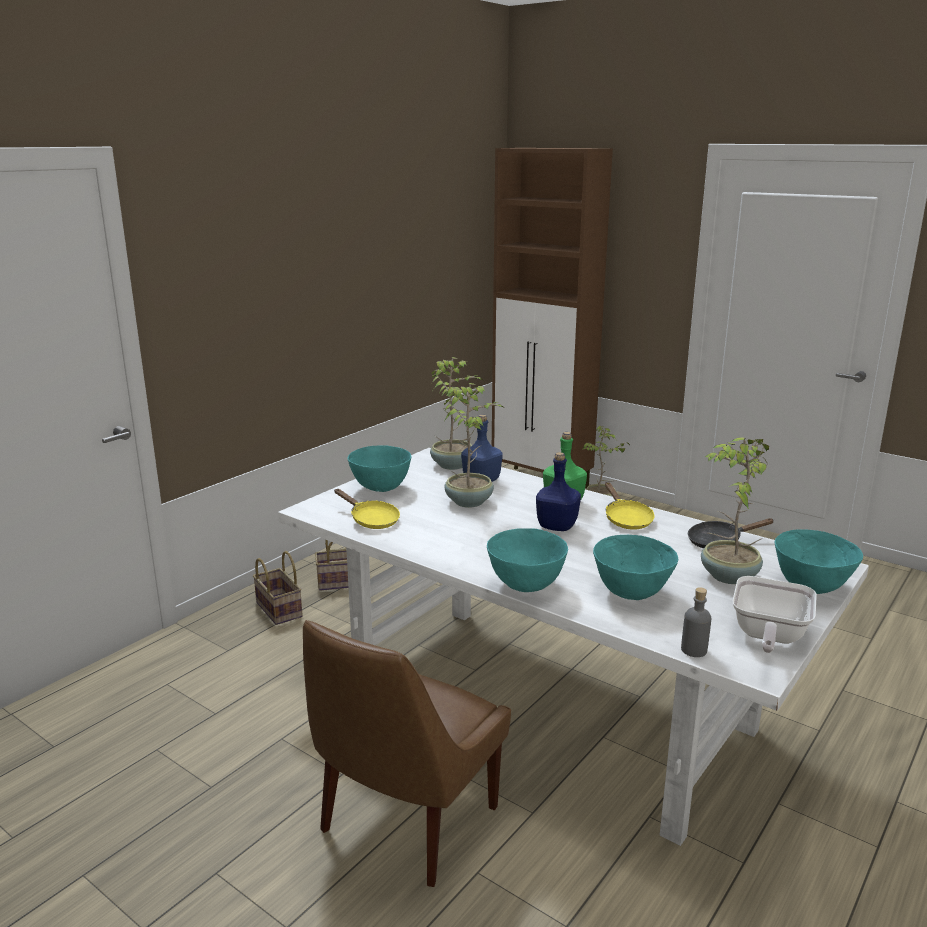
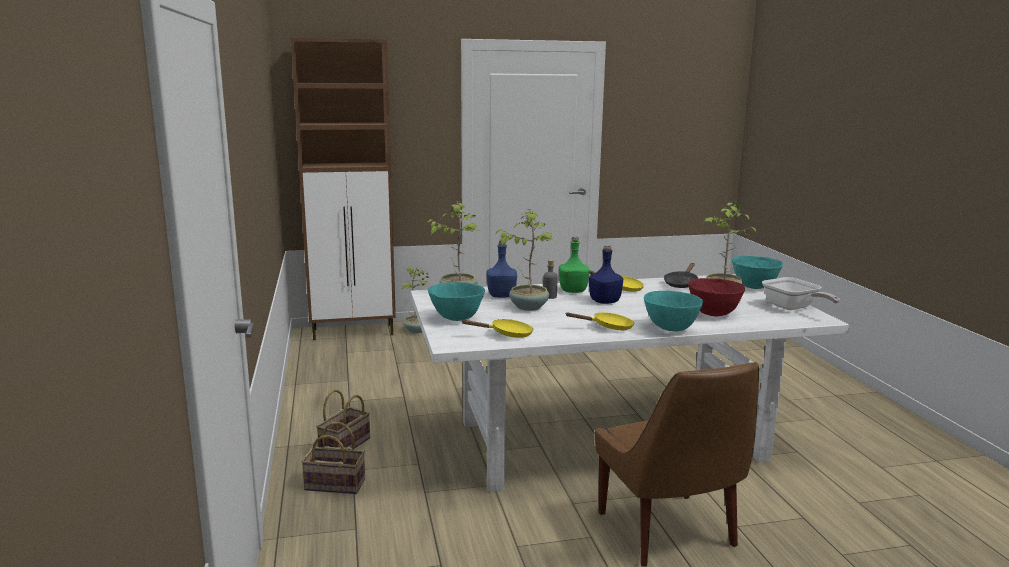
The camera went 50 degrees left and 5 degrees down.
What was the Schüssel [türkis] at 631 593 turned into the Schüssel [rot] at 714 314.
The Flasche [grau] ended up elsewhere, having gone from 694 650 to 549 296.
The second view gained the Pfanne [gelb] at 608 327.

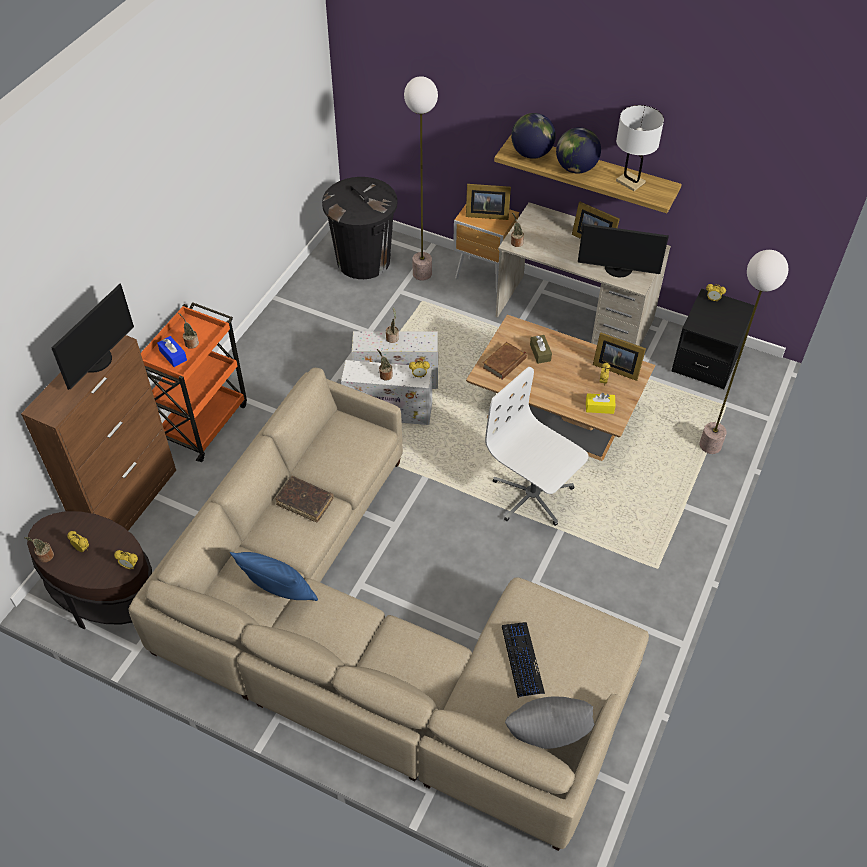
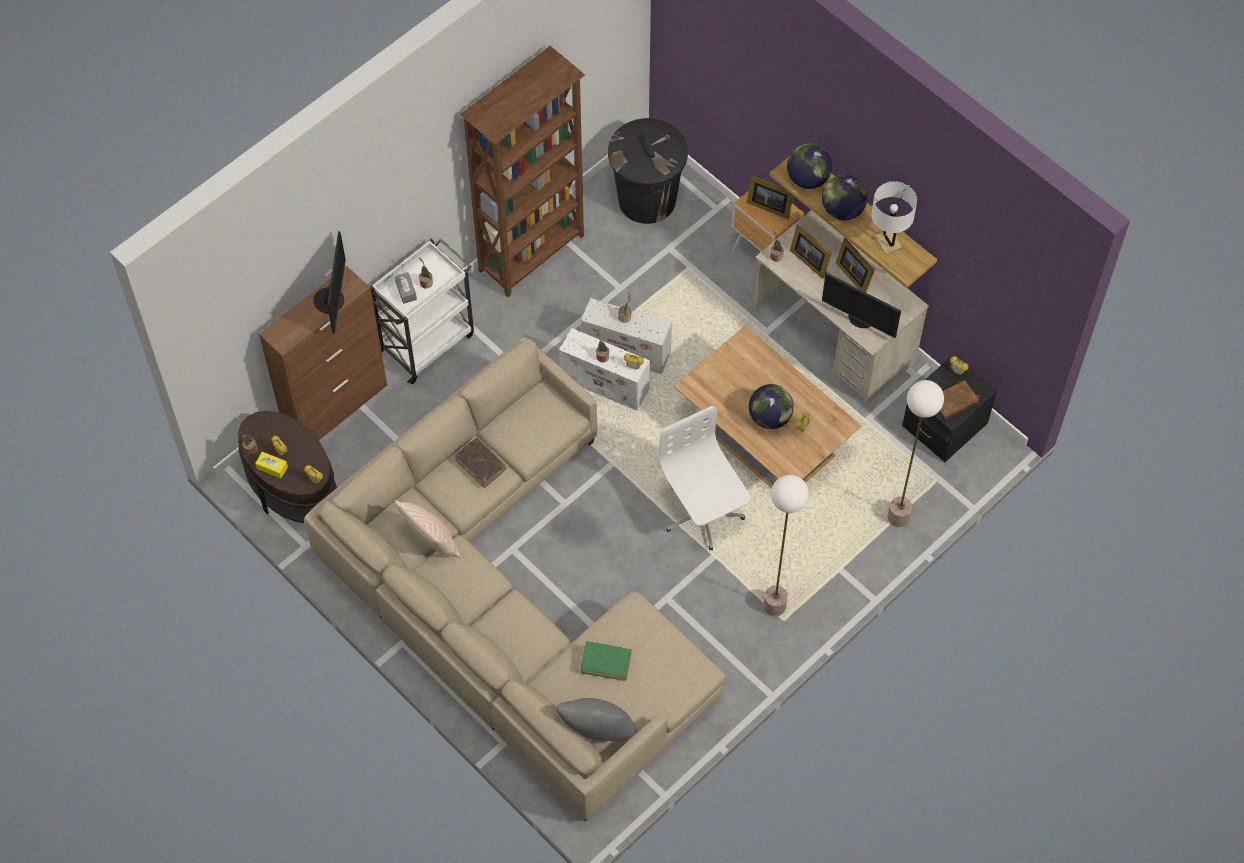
The camera went 20 degrees right and 10 degrees up.
The Monitor at 98 361 ended up facing another way, 45 degrees counterclockwise from before.
What was the Rollwagen [orange] at 204 422 turned into the Rollwagen [weiß] at 427 342.
What was the Taschentuchbox [blau] at 173 355 turned into the Taschentuchbox [grau] at 406 291.
What was the Kissen [blau] at 280 593 turned into the Kissen [beige] at 431 541.
The Stehlampe ended up elsewhere, having gone from 421 274 to 774 606.
The Buch [braun] ended up elsewhere, having gone from 504 363 to 955 401.
Where the Tastatur stood at 522 659, the Buch [grün] came to stand at 606 663.
The second view lost the Taschentuchbox [braun] at 540 353.
The Taschentuchbox [gelb] ended up elsewhere, having gone from 599 407 to 272 467.
The Bilderrahmen ended up elsewhere, having gone from 615 367 to 809 259.
The second view gained the Bücherregal [braun] at 533 253.
The second view gained the Globus at 770 417.

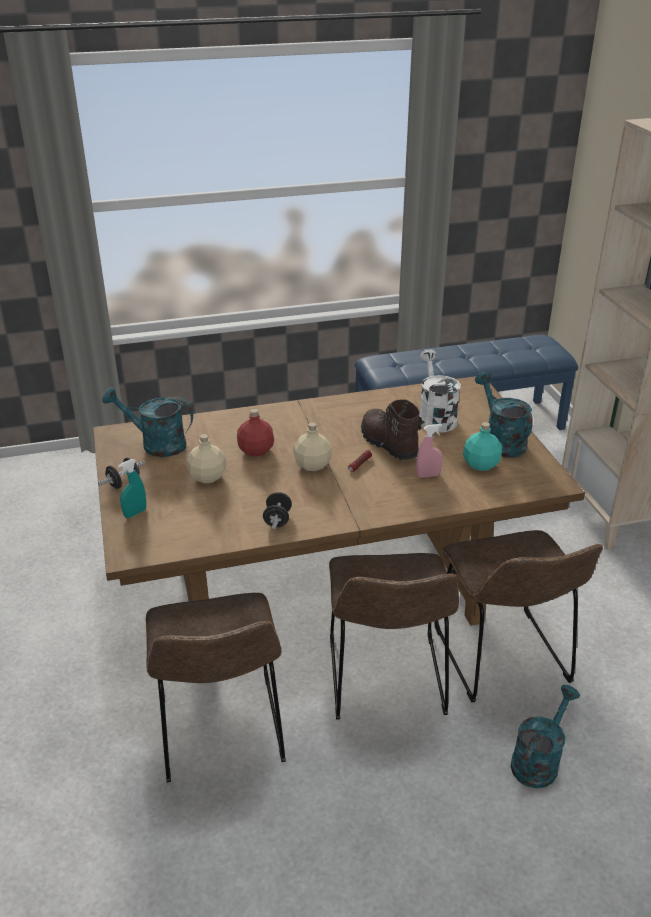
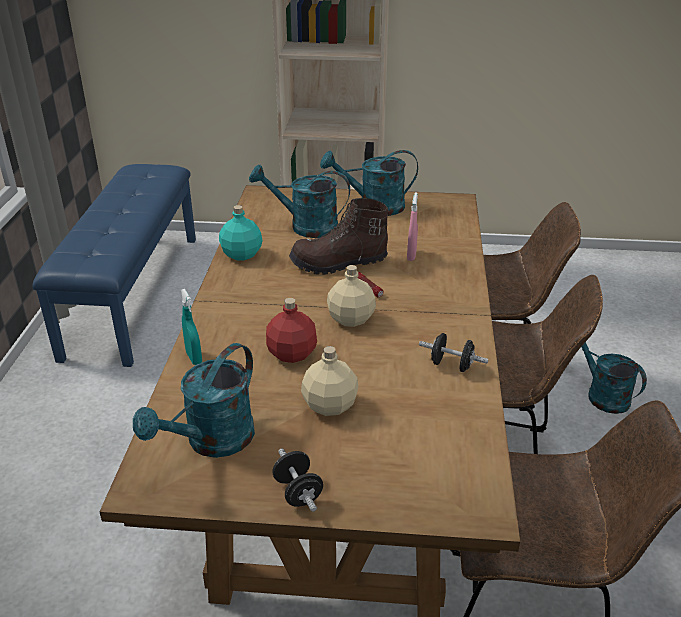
The camera went 70 degrees left and 0 degrees up.
The Sprühflasche [türkis] ended up elsewhere, having gone from 135 513 to 194 358.
What was the Gießkanne [weiß] at 435 417 turned into the Gießkanne [türkis] at 305 226.
The Flasche [türkis] ended up elsewhere, having gone from 480 464 to 241 254.

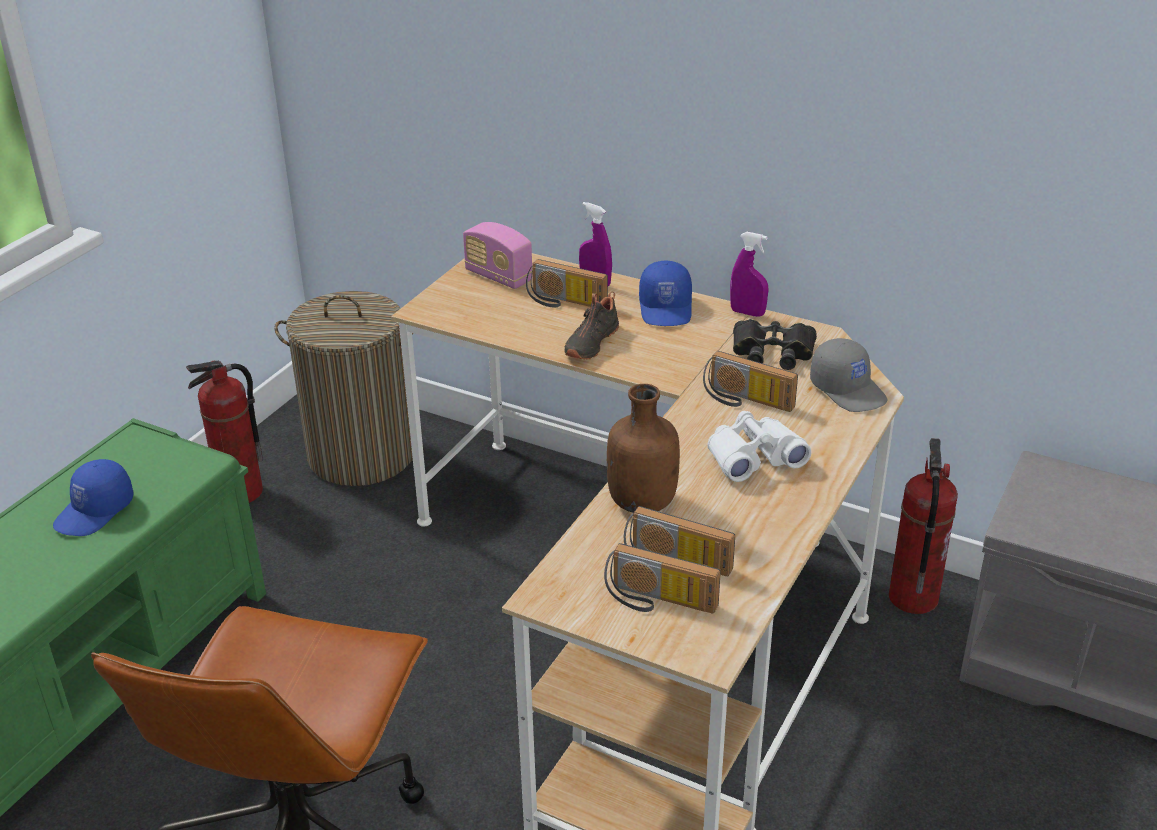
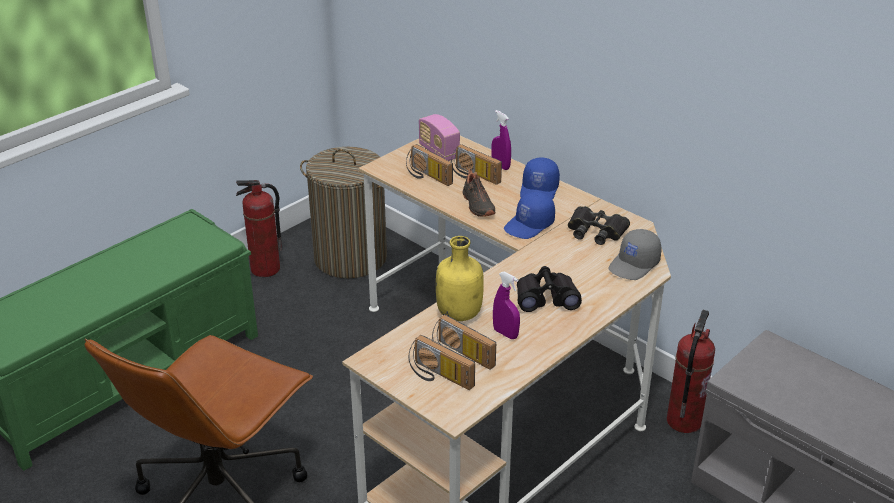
The camera went 15 degrees right and 0 degrees up.
The Kappe [blau] ended up elsewhere, having gone from 95 512 to 529 225.
The Schuh [schwarz] at 590 342 ended up facing another way, 60 degrees counterclockwise from before.
What was the Flasche [braun] at 643 502 turned into the Flasche [gelb] at 460 313.
The Radio ended up elsewhere, having gone from 745 401 to 426 176.
What was the Fernglas [weiß] at 753 457 turned into the Fernglas [schwarz] at 546 298.
The Sprühflasche [lila] ended up elsewhere, having gone from 747 313 to 505 333.
The Kappe [grau] at 848 390 ended up facing another way, 60 degrees clockwise from before.

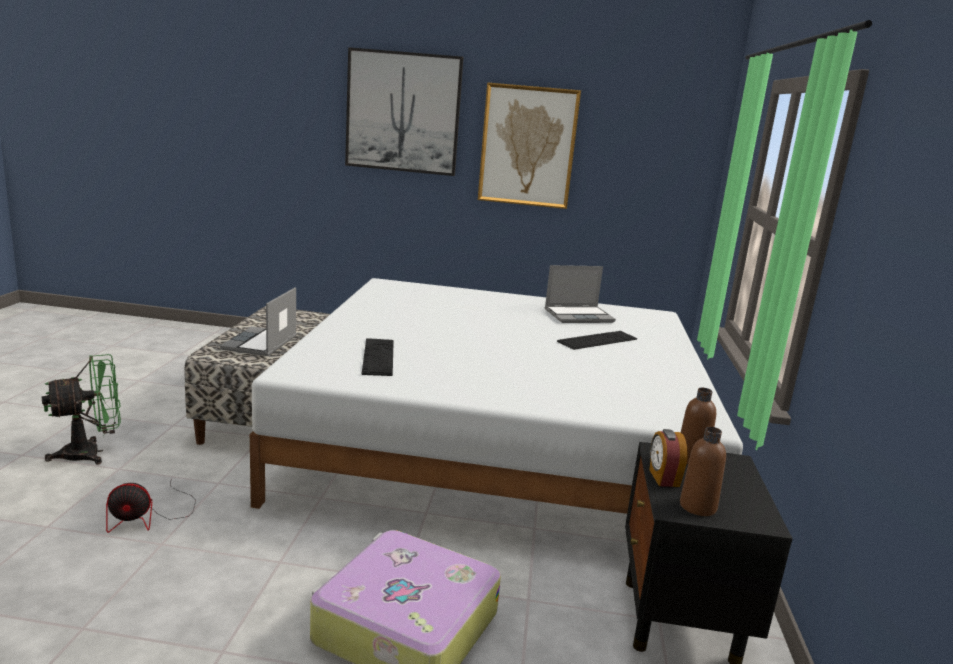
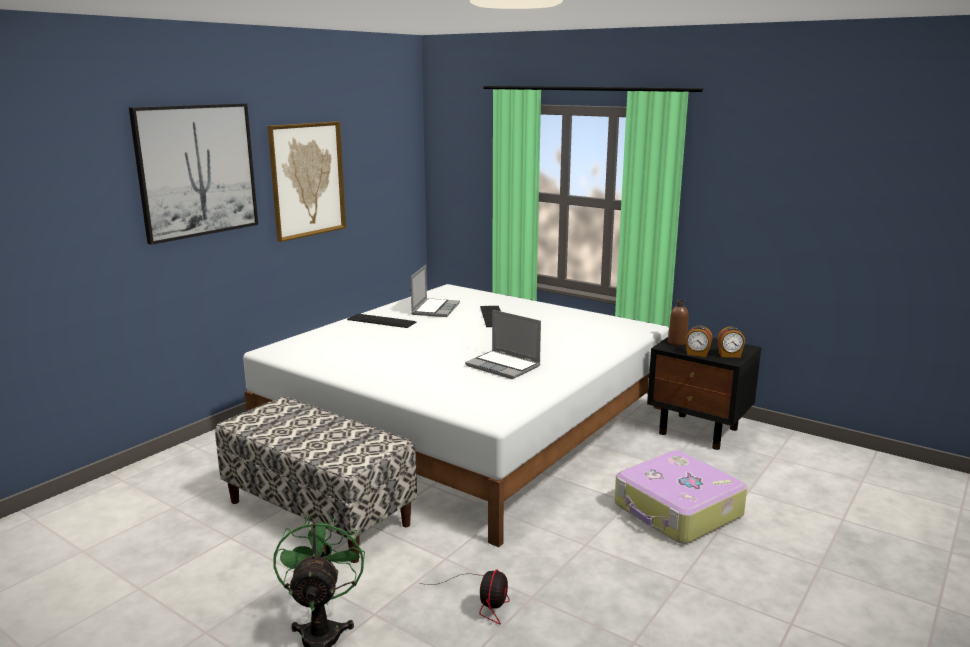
The camera went 60 degrees left and 0 degrees up.
The Laptop ended up elsewhere, having gone from 260 343 to 504 366.
The Tastatur ended up elsewhere, having gone from 378 357 to 381 321.
Where the Flasche [braun] stood at 698 507, the Wecker came to stand at 729 355.

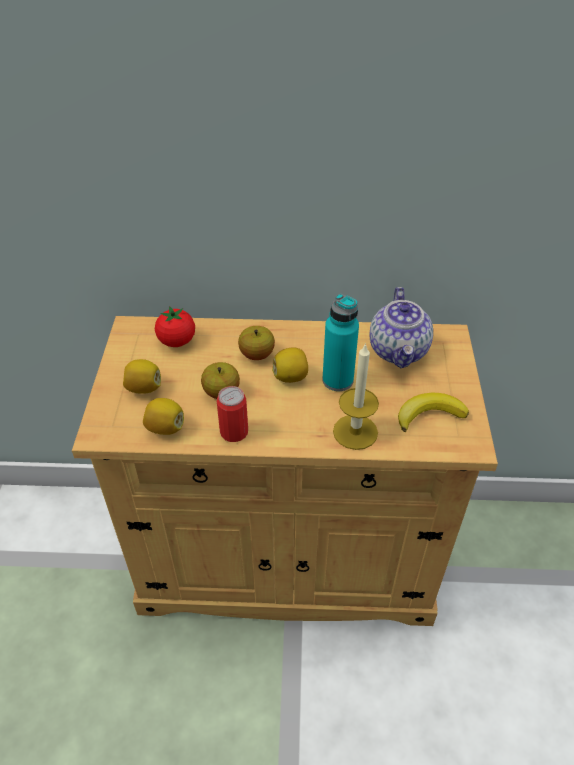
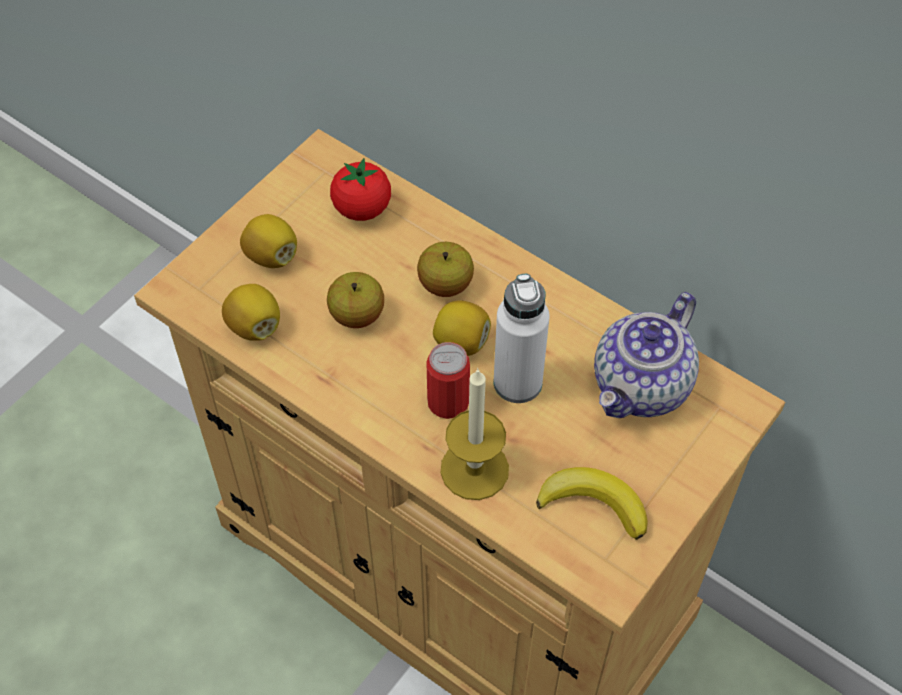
The camera went 35 degrees right and 10 degrees up.
The Dose ended up elsewhere, having gone from 234 432 to 448 402.
What was the Flasche [türkis] at 337 380 turned into the Flasche [weiß] at 517 382.

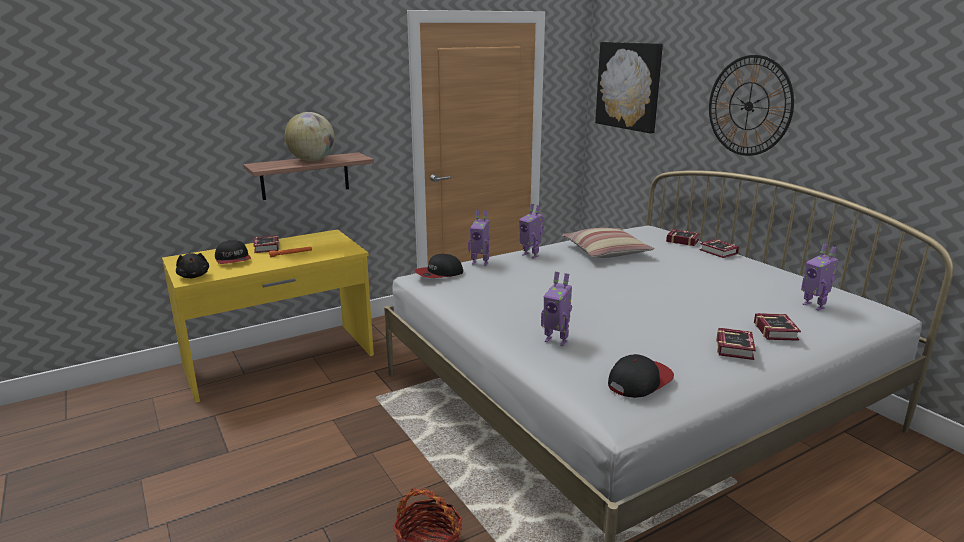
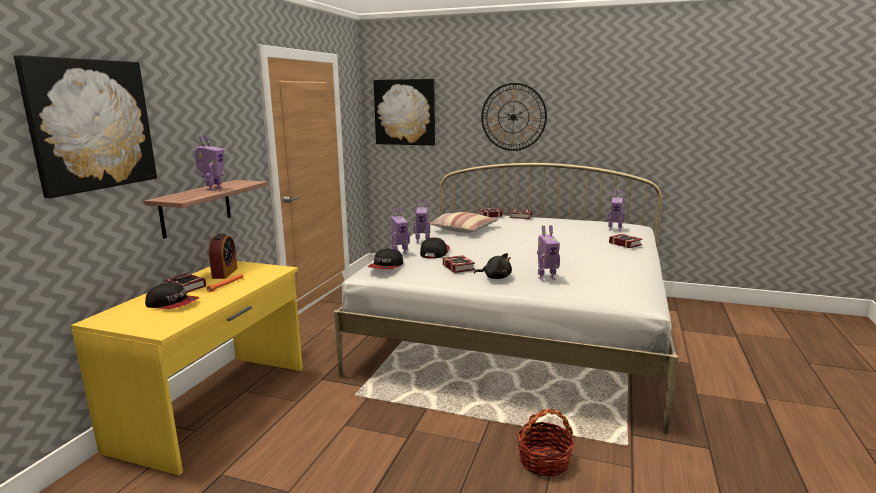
The camera went 40 degrees left and 5 degrees down.
The Plüschtier [schwarz] ended up elsewhere, having gone from 194 276 to 495 277.
Where the Globus stood at 312 160, the Spielzeugroboter came to stand at 213 189.
The Kappe ended up elsewhere, having gone from 639 381 to 434 252.
The Buch ended up elsewhere, having gone from 735 347 to 458 267.
The second view gained the Bild at 91 125.
The second view gained the Wecker at 225 273.

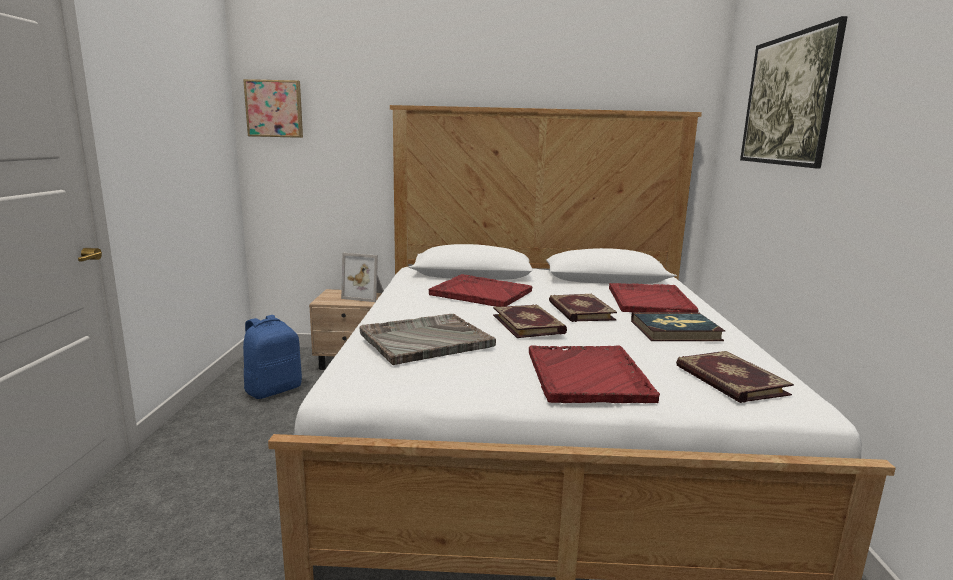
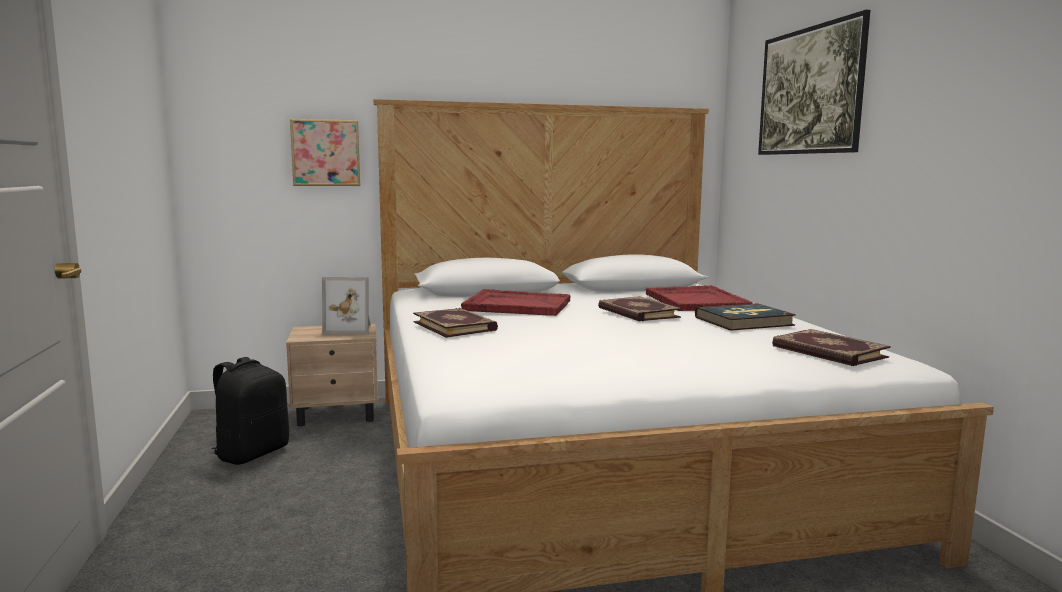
The camera went 15 degrees left and 5 degrees down.
The Bild ended up elsewhere, having gone from 274 109 to 326 153.
What was the Rucksack [blau] at 273 390 turned into the Rucksack [schwarz] at 252 453.
The second view lost the Tablett [grau] at 425 340.
The Buch ended up elsewhere, having gone from 529 324 to 455 326.
The second view lost the Tablett [rot] at 587 376.

